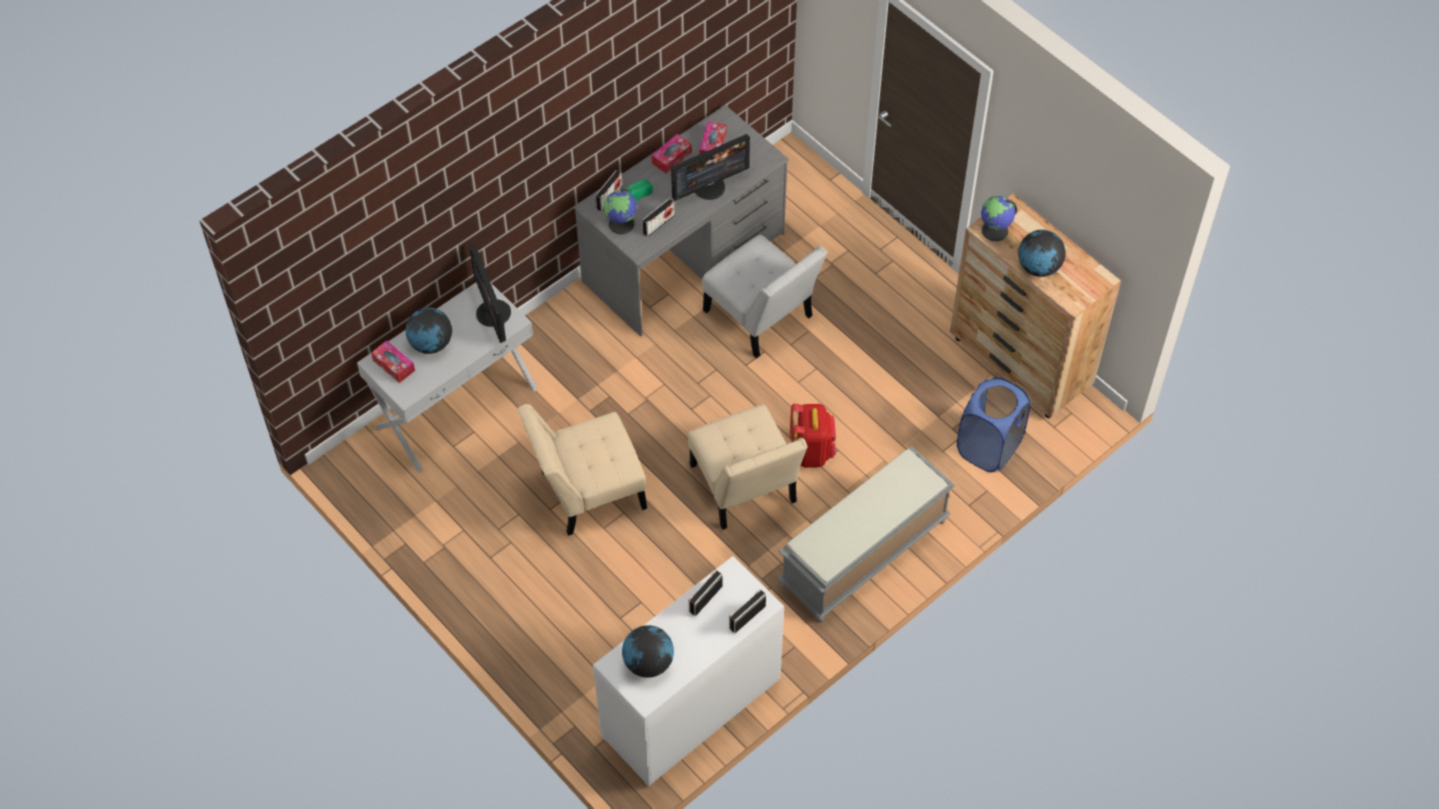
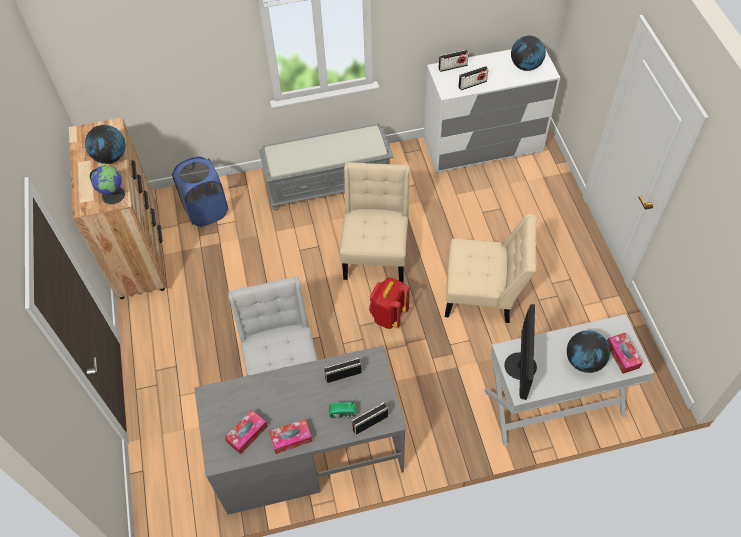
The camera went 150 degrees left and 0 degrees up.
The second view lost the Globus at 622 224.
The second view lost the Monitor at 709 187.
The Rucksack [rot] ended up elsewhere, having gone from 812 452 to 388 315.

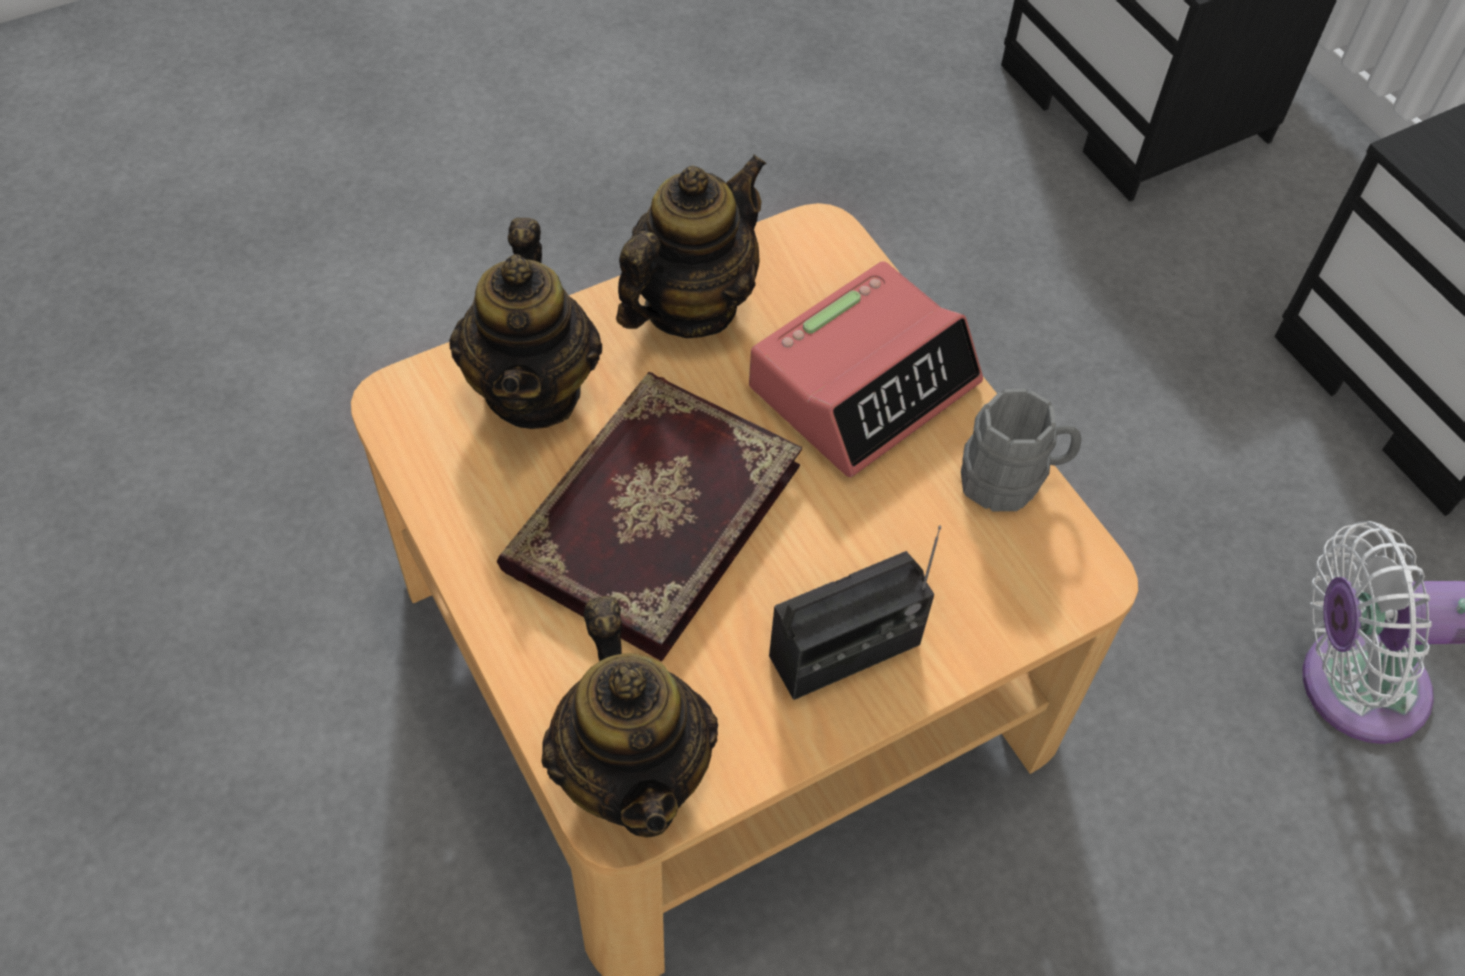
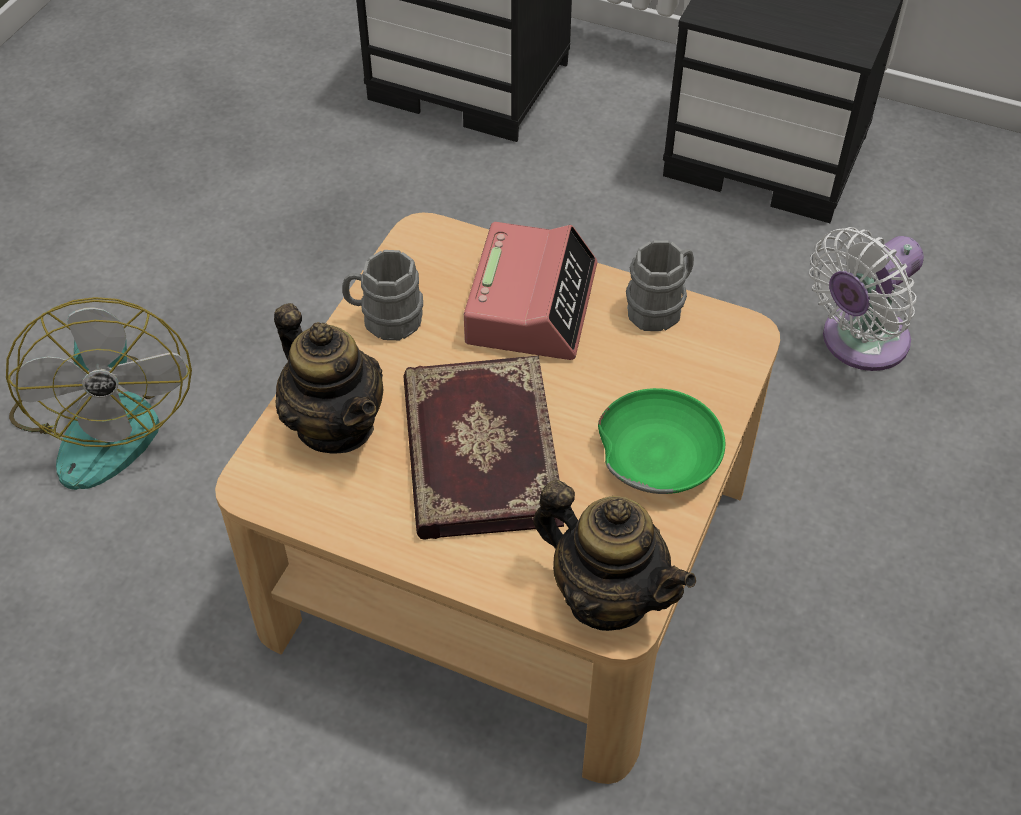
The camera went 35 degrees left and 5 degrees down.
Where the Teekanne stood at 690 305, the Henkelbecher [grau] came to stand at 385 319.
Where the Radio stood at 845 651, the Schüssel [grün] came to stand at 658 454.
The second view gained the Ventilator at 106 420.

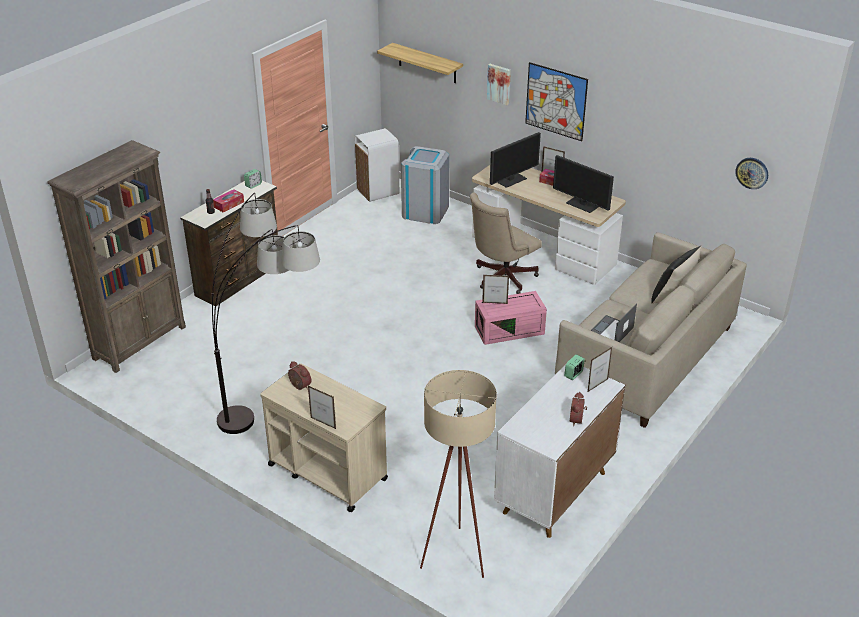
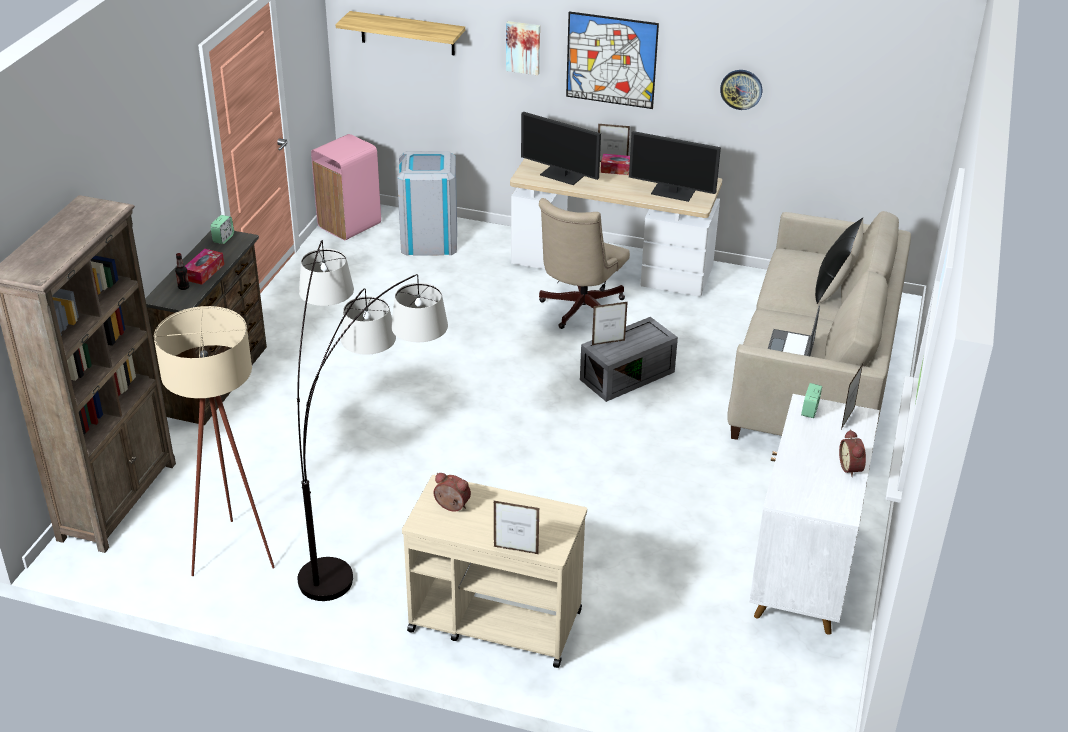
The camera went 20 degrees left and 0 degrees up.
What was the Mülleimer [weiß] at 377 192 turned into the Mülleimer [rosa] at 348 225.
The Stehlampe [beige] ended up elsewhere, having gone from 456 551 to 233 547.
What was the Aufbewahrungsbox [rosa] at 510 329 turned into the Aufbewahrungsbox [grau] at 627 374.
The Monitor at 511 179 ended up facing another way, 90 degrees clockwise from before.
The Wanduhr ended up elsewhere, having gone from 752 173 to 741 89.

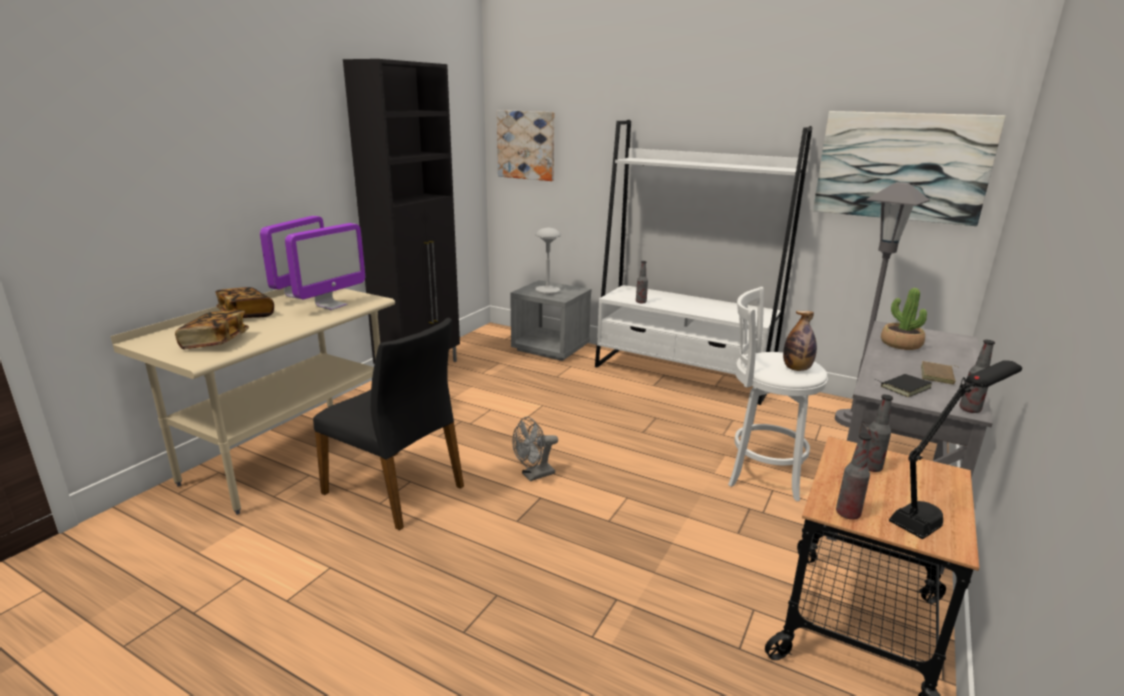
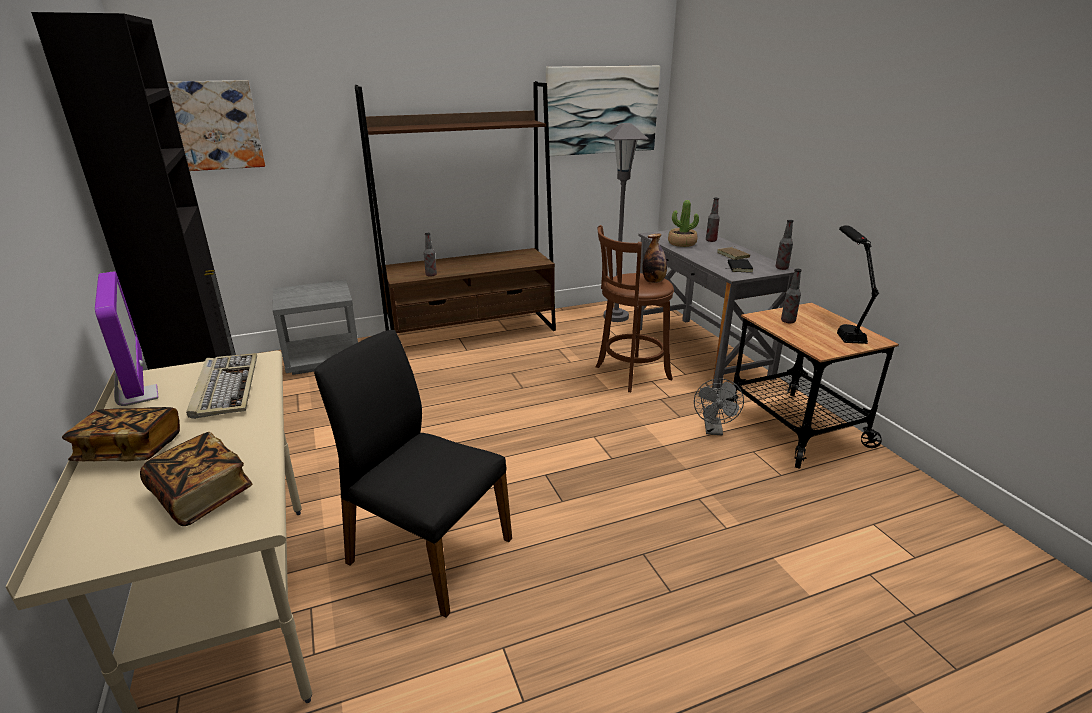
The camera went 50 degrees left and 5 degrees up.
Where the Monitor stood at 331 305, the Tastatur came to stand at 225 387.
The Stuhl [schwarz] at 396 489 ended up facing another way, 135 degrees counterclockwise from before.
The Ventilator [grau] ended up elsewhere, having gone from 534 475 to 714 430.
The second view lost the Tischlampe [grau] at 547 291.
What was the Bücherregal [weiß] at 682 375 turned into the Bücherregal [braun] at 472 333.
What was the Hocker [weiß] at 761 472 turned into the Hocker [braun] at 629 374.
The Flasche ended up elsewhere, having gone from 847 514 to 711 240.

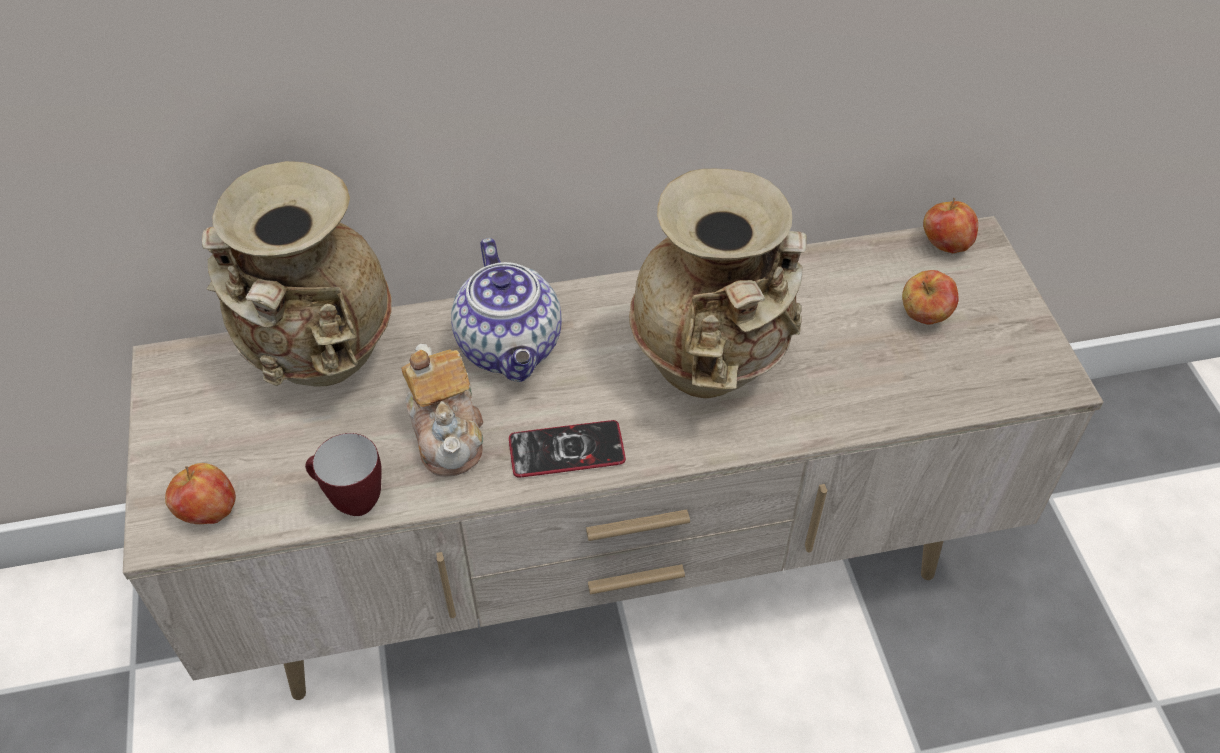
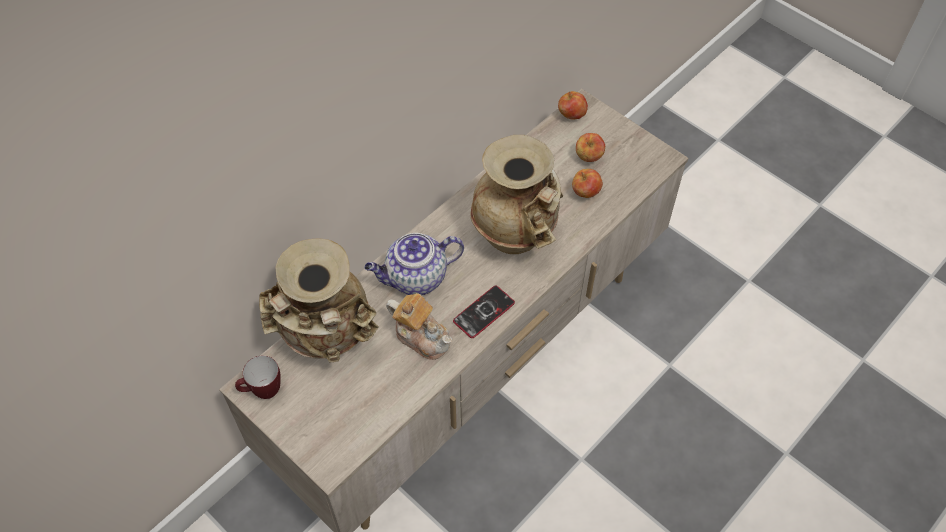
The camera went 35 degrees left and 5 degrees up.
The Apfel ended up elsewhere, having gone from 208 512 to 586 193.
The Henkelbecher ended up elsewhere, having gone from 349 501 to 262 392.
The Teekanne at 511 348 ended up facing another way, 120 degrees clockwise from before.

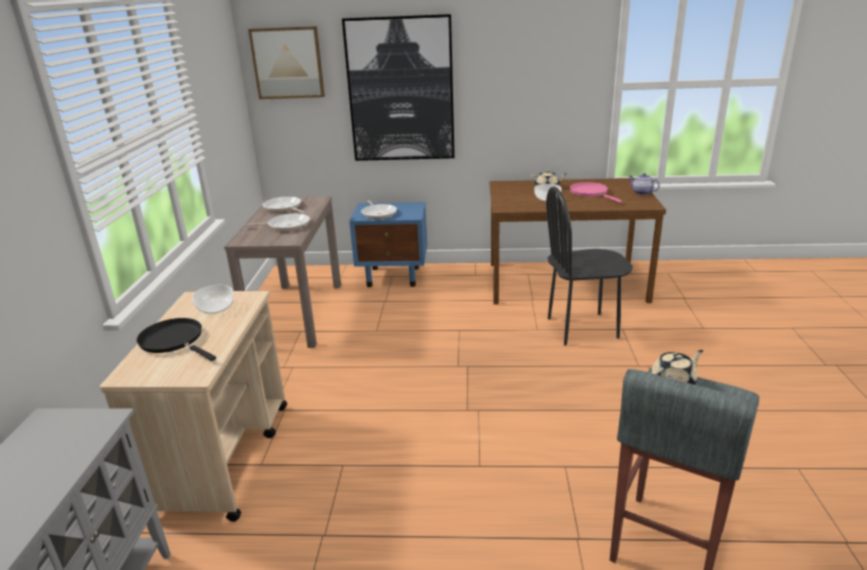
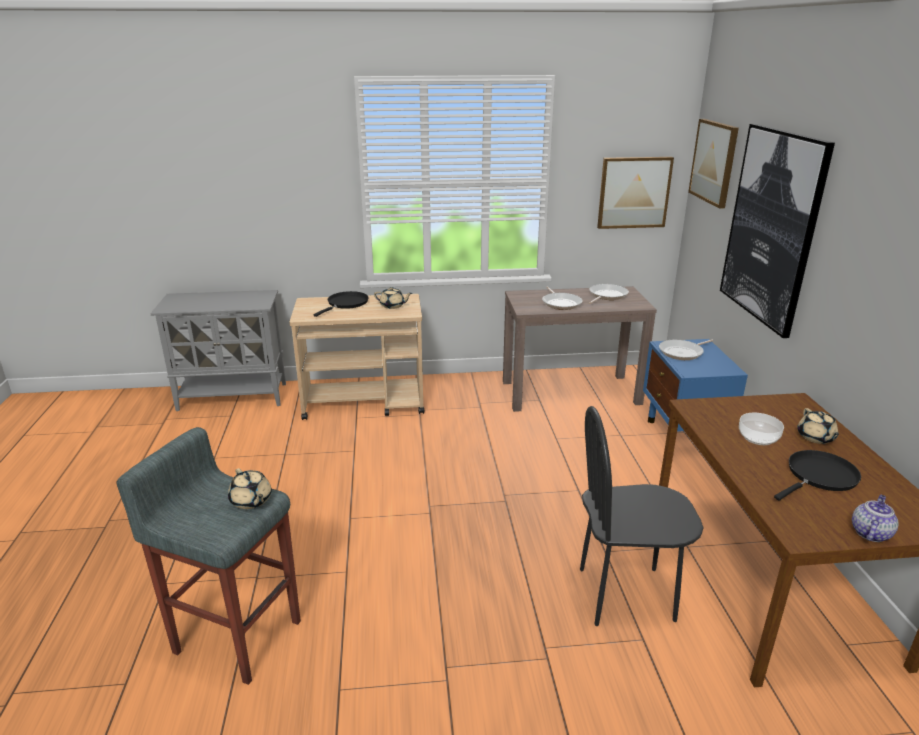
The camera went 80 degrees right and 0 degrees up.
Where the Schüssel stood at 215 307, the Teekanne [beige] came to stand at 393 306.
The Stuhl [schwarz] at 582 328 ended up facing another way, 75 degrees counterclockwise from before.
What was the Pfanne [rosa] at 590 193 turned into the Pfanne [schwarz] at 819 476.
The second view gained the Bild at 634 192.

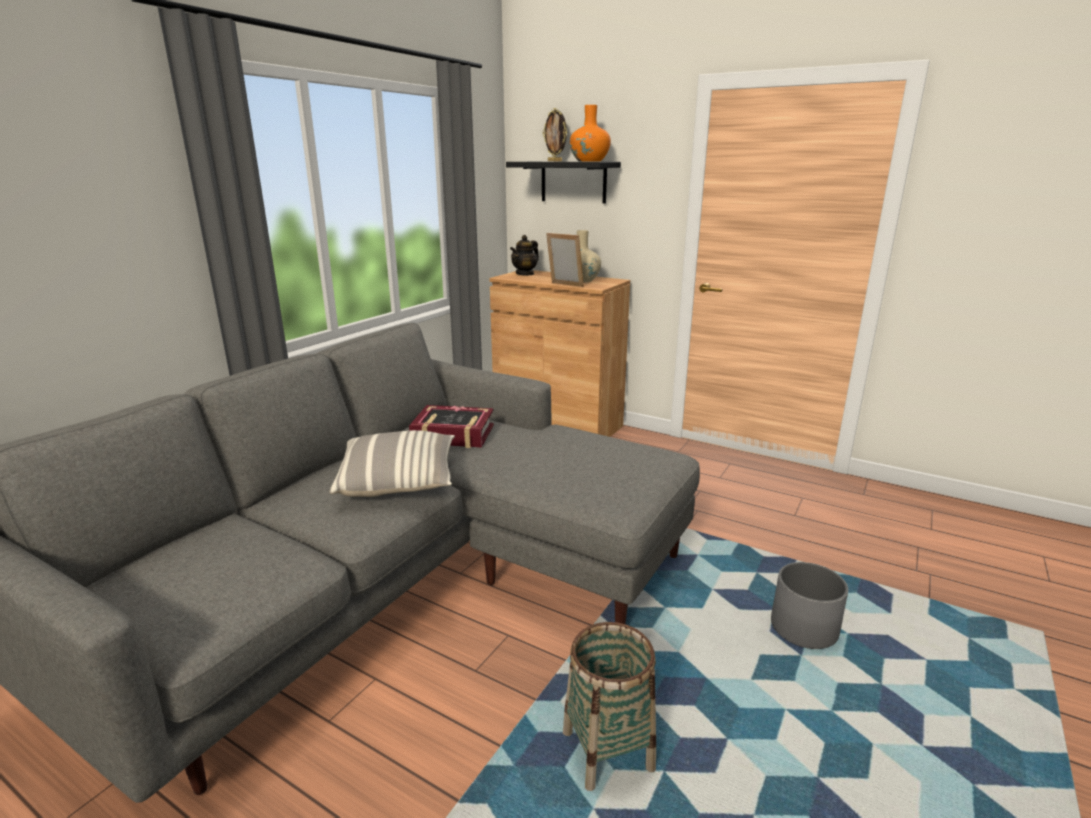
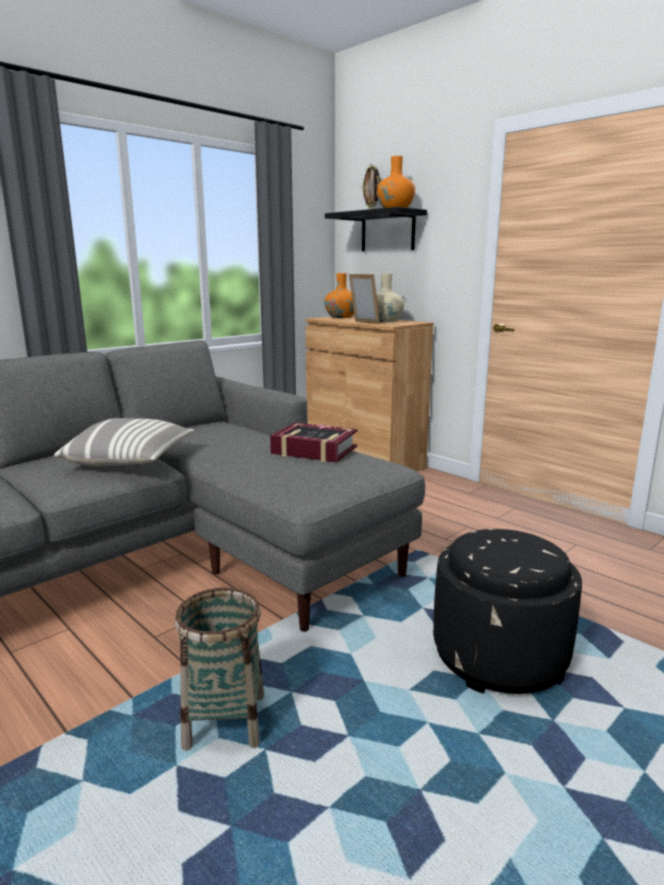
The camera went 15 degrees right and 5 degrees down.
The Buch ended up elsewhere, having gone from 453 434 to 314 450.
Where the Teekanne stood at 525 274, the Vase [orange] came to stand at 341 317.
Where the Pflanzkübel [grau] stood at 804 629, the Polsterhocker [schwarz] came to stand at 499 657.

